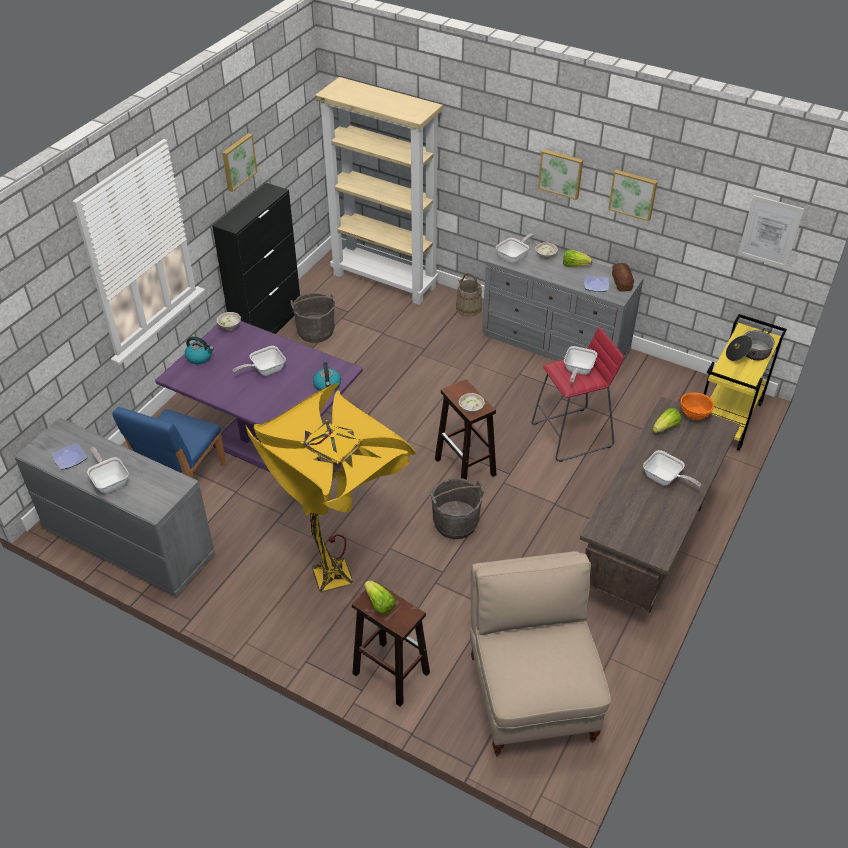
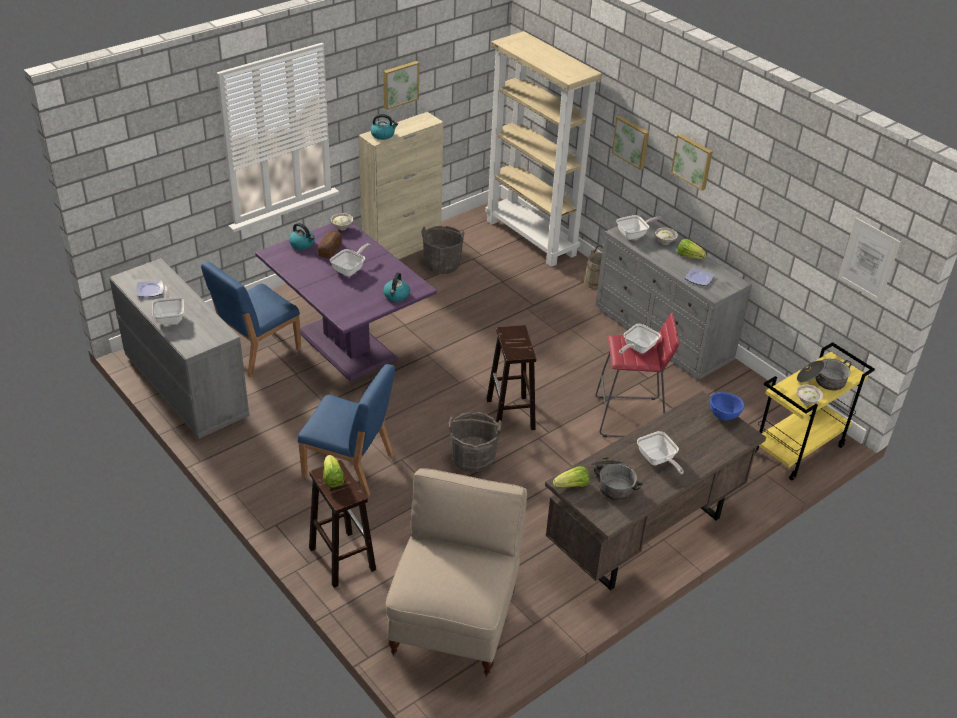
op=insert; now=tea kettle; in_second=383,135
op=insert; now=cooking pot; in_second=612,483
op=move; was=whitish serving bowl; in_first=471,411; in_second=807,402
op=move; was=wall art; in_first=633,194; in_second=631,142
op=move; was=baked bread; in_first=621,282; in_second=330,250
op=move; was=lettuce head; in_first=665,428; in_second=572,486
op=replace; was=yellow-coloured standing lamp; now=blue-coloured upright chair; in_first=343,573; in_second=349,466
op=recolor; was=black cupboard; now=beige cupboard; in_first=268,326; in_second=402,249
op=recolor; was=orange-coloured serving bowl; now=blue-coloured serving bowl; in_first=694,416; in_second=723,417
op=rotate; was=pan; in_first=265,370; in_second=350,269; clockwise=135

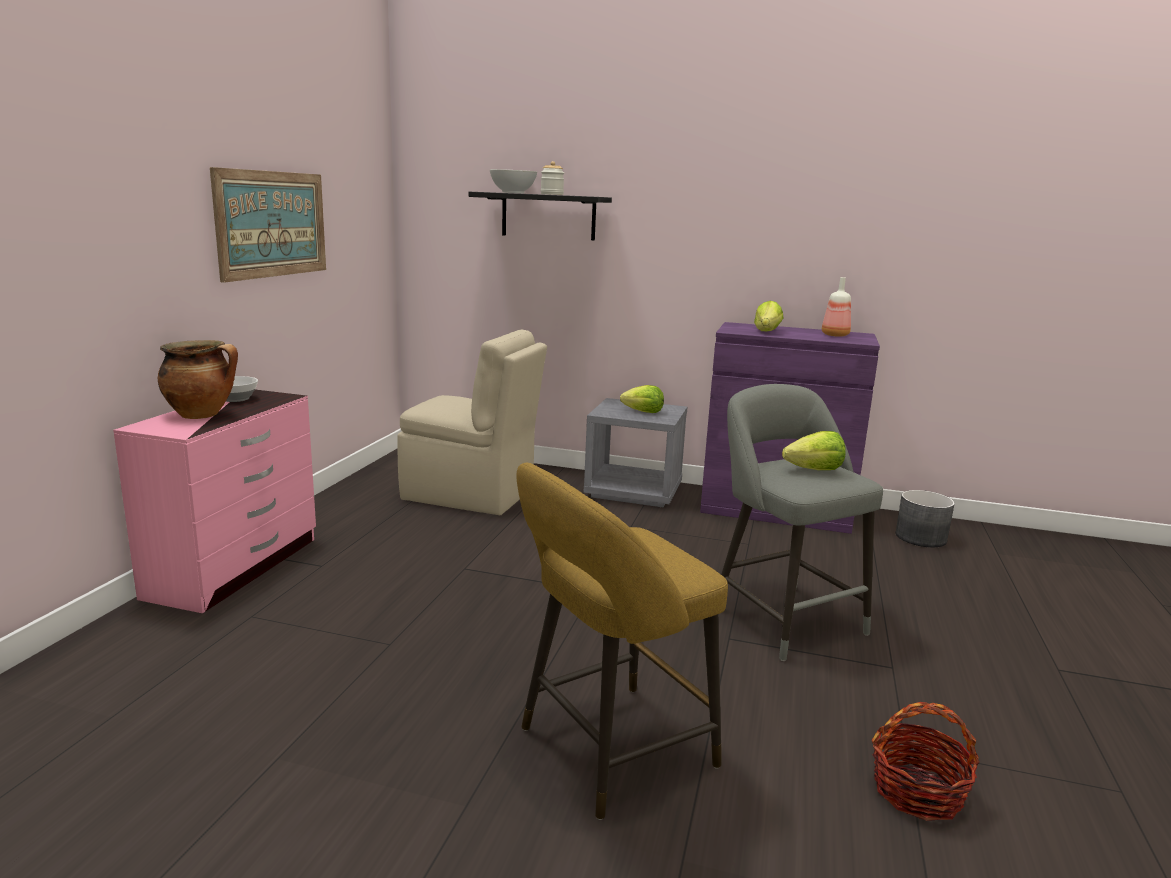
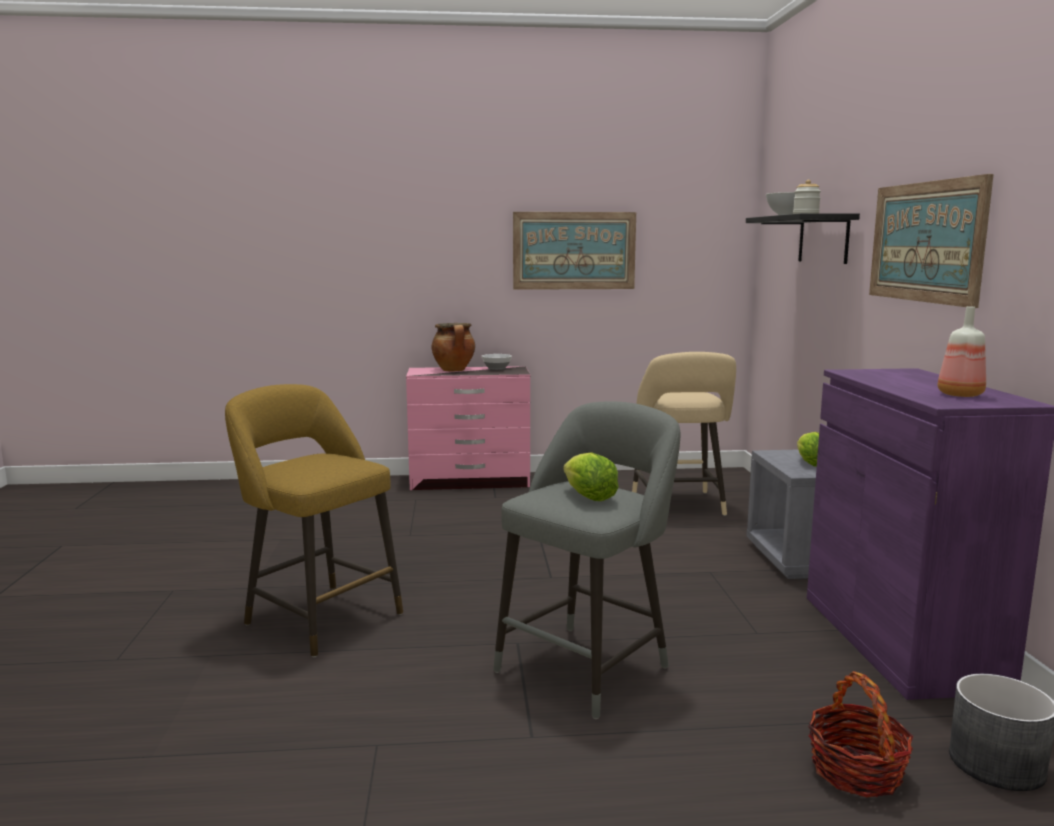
op=delete; was=lettuce head; in_first=766,331
op=insert; now=wall art; in_second=925,242
op=move; was=storage basket; in_first=917,791; in_second=856,771
op=replace; was=beige upright chair; now=beige stool; in_first=471,495; in_second=679,506

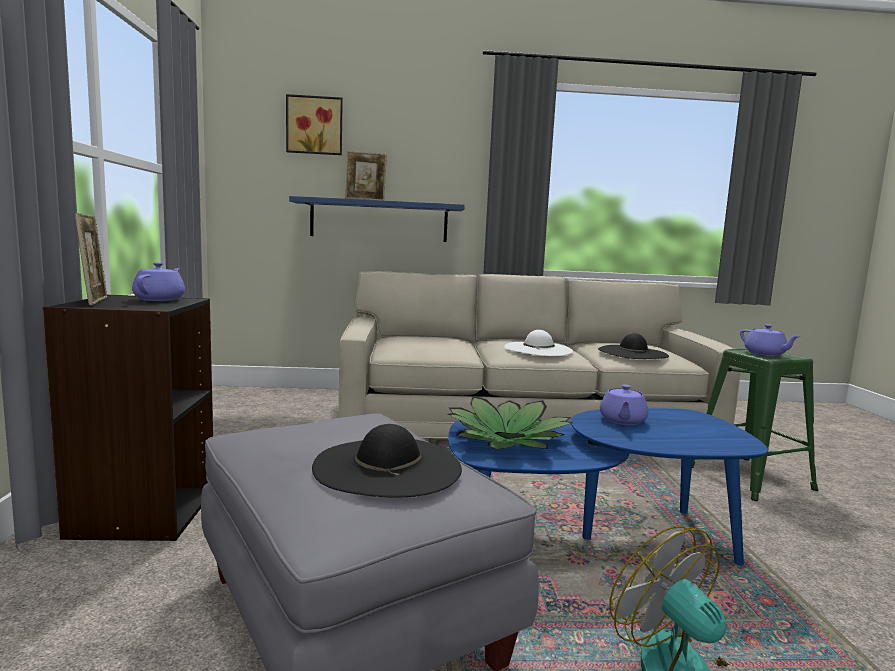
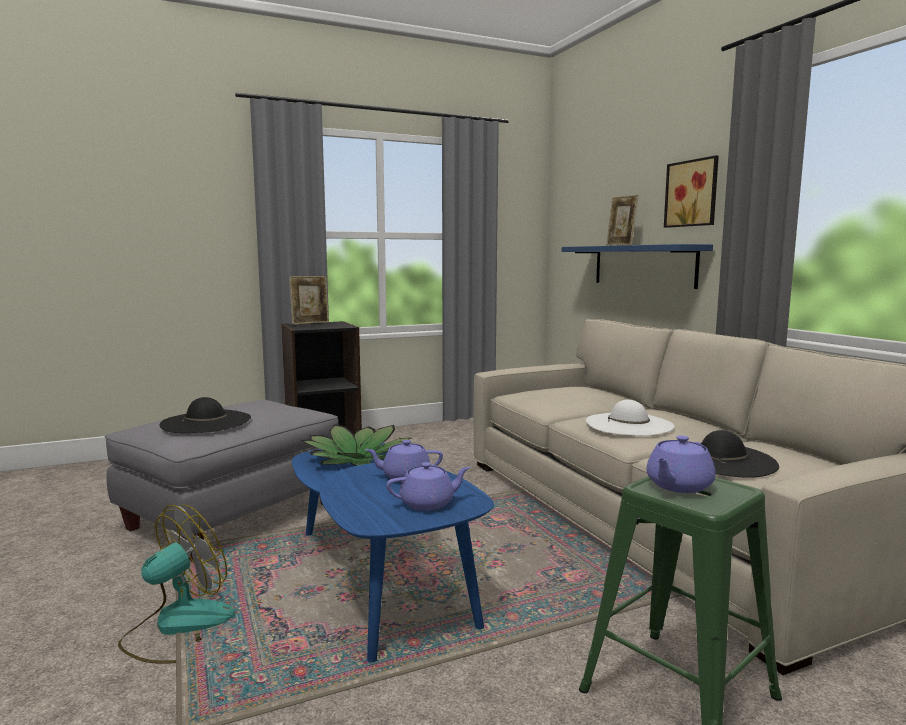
op=move; was=purplish teapot; in_first=160,299; in_second=428,503
op=move; was=wall art; in_first=315,125; in_second=693,193

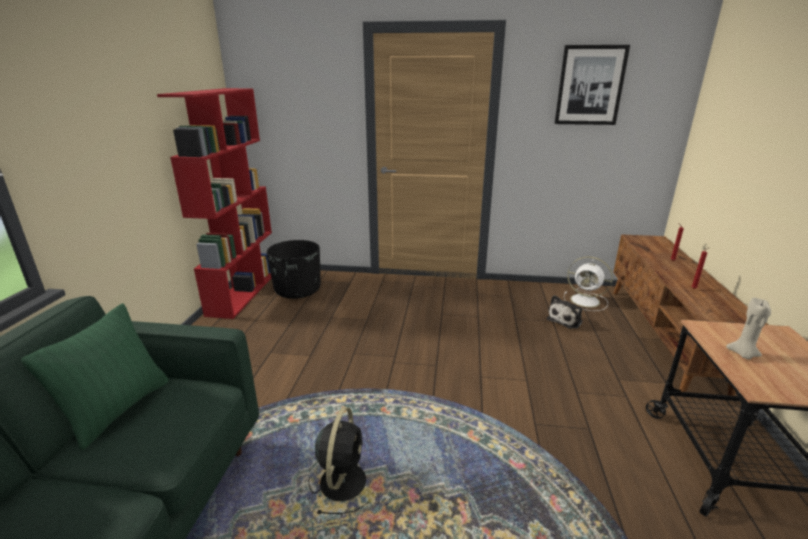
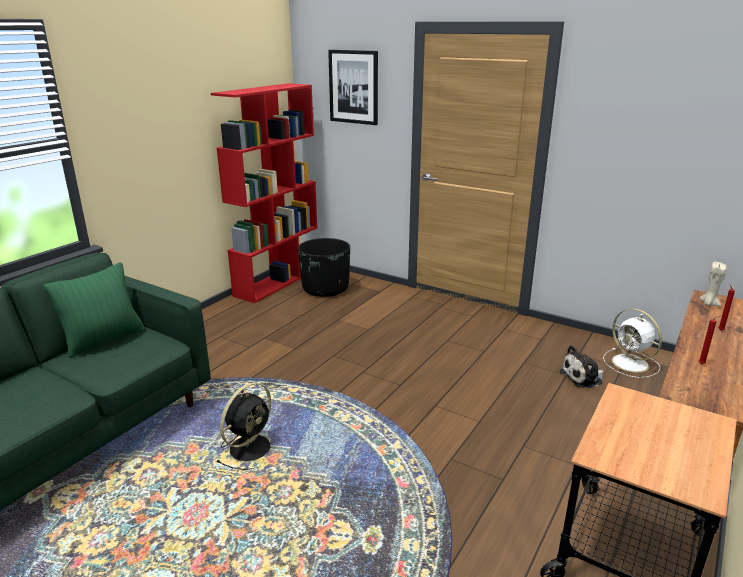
op=move; was=wall art; in_first=590,85; in_second=354,87
op=move; was=beige wax light; in_first=743,354; in_second=709,304

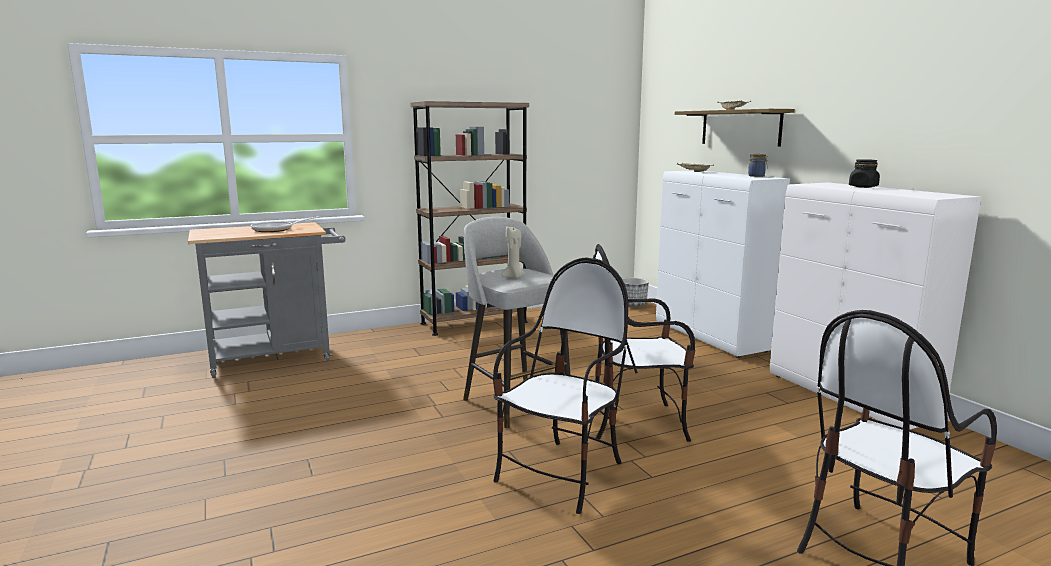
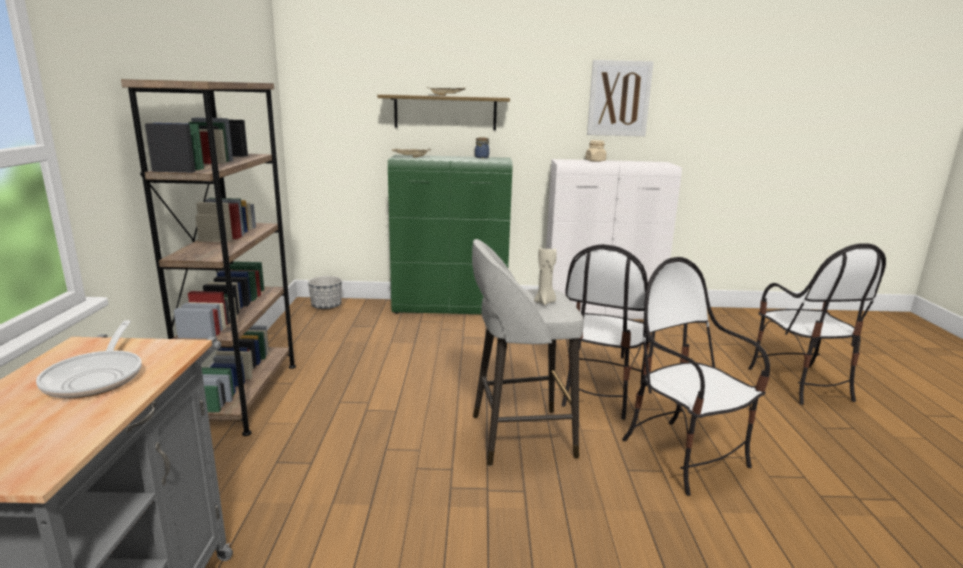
op=insert; now=wall art; in_second=619,98
op=recolor; was=whitish cupboard; now=green-coloured cupboard; in_first=711,337; in_second=451,308
op=recolor; was=black preserve jar; now=beige preserve jar; in_first=863,187; in_second=595,161

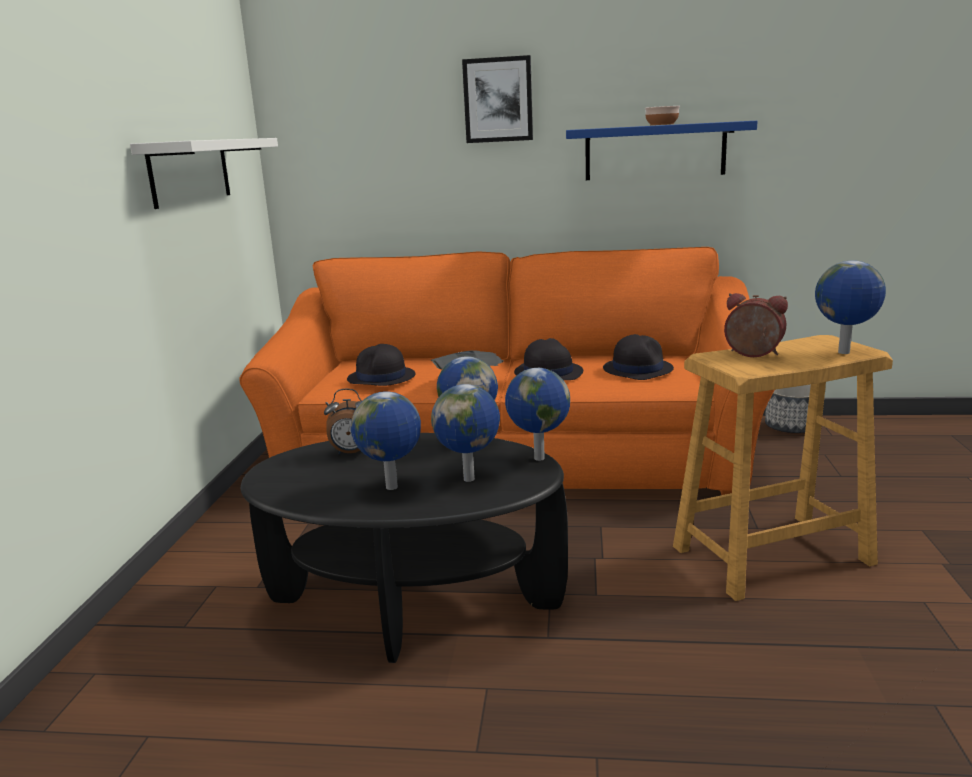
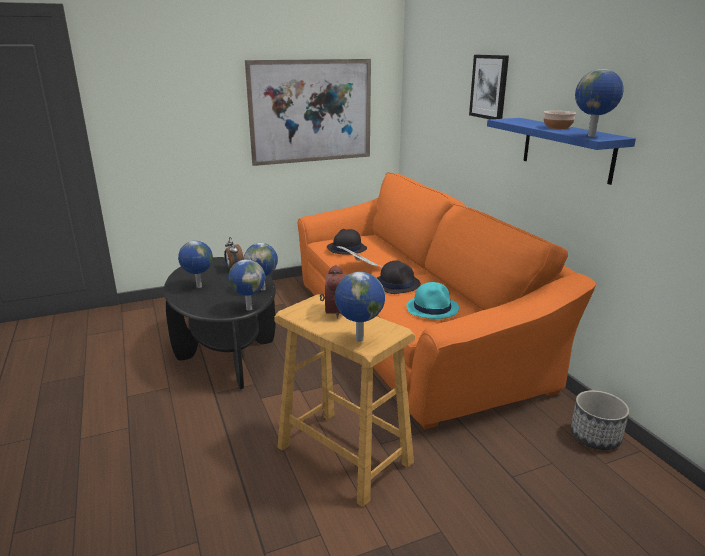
op=move; was=globe; in_first=470,479; in_second=592,136
op=replace; was=whitish wall shelf; now=wall art; in_first=190,171; in_second=311,111
op=recolor; was=black wearable hat; now=turquoise wearable hat; in_first=637,369; in_second=432,308

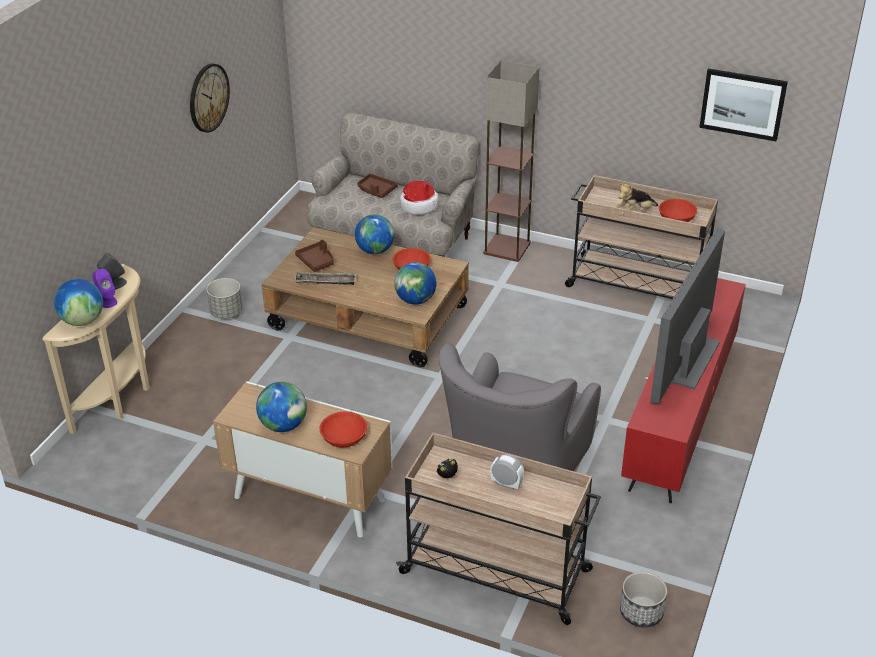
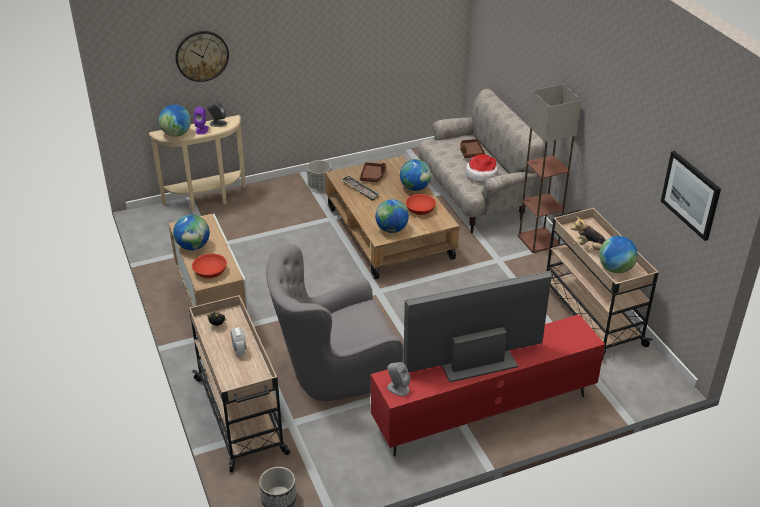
op=insert; now=gray speaker; in_second=398,388
op=move; was=hanging clock; in_first=208,97; in_second=202,56
op=replace; was=red serving bowl; now=globe; in_first=676,217; in_second=615,269

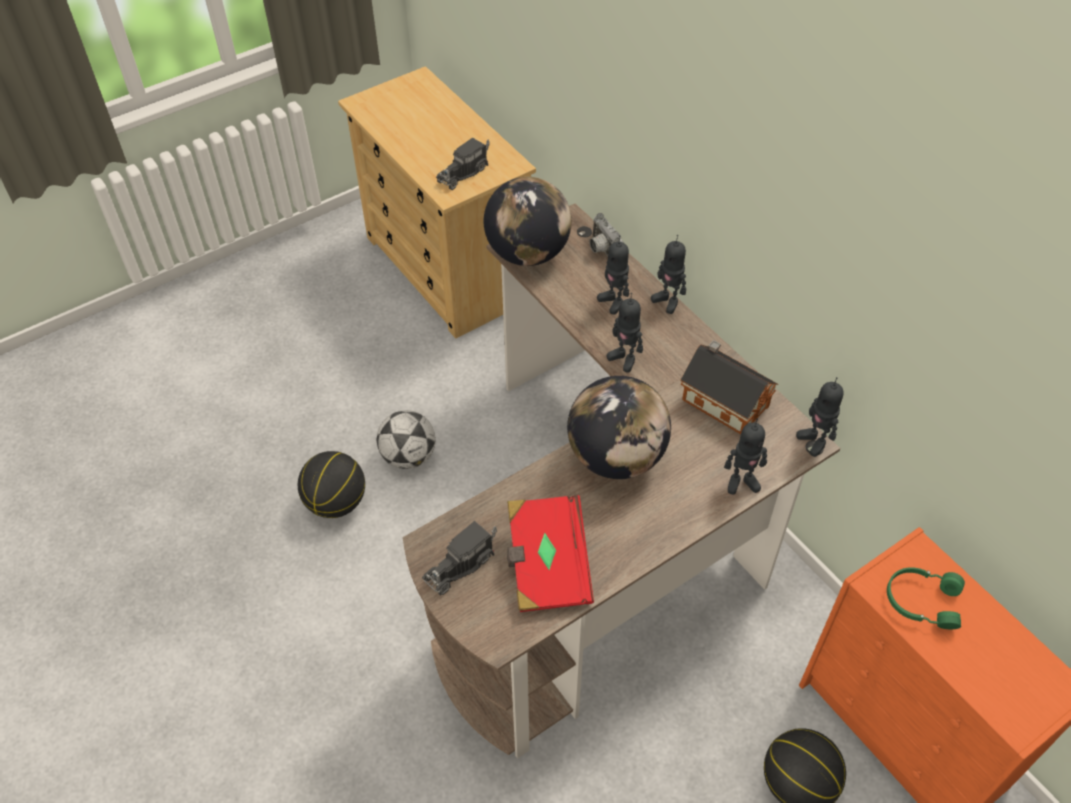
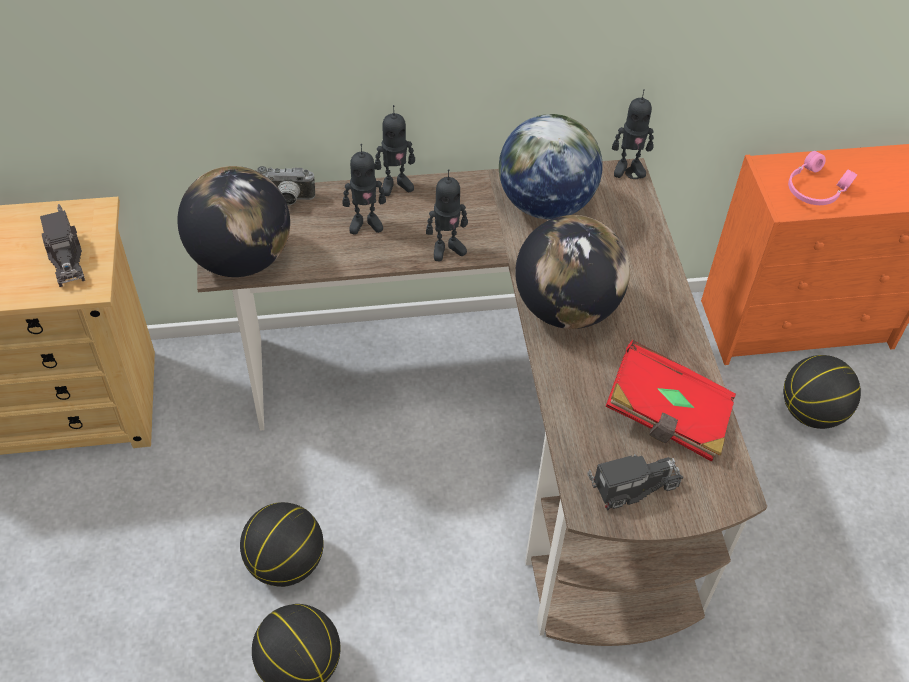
op=delete; was=robot figure; in_first=741,482
op=replace; was=ball for football; now=basketball; in_first=408,456; in_second=285,563
op=replace; was=model house; now=globe; in_first=722,400; in_second=545,204
op=recolor; was=green-coloured headphones; now=pinkish headphones; in_first=921,600; in_second=815,189
op=rotate; was=model truck; in_first=461,564; in_second=631,487; clockwise=-90

